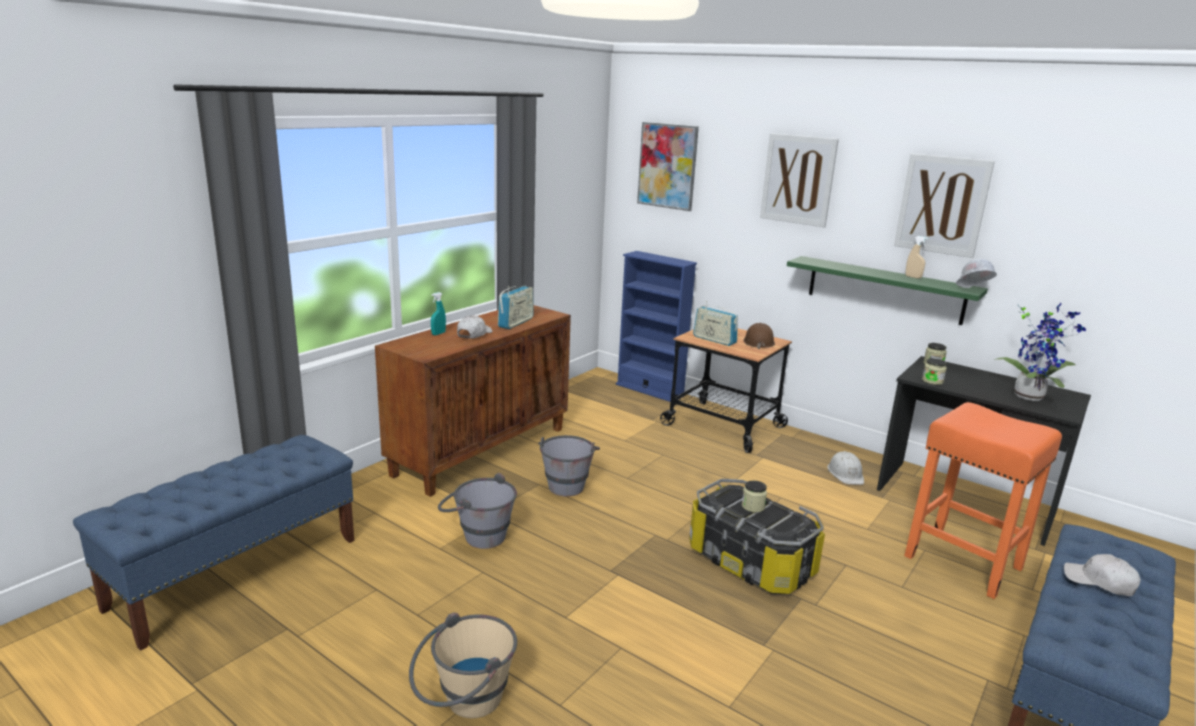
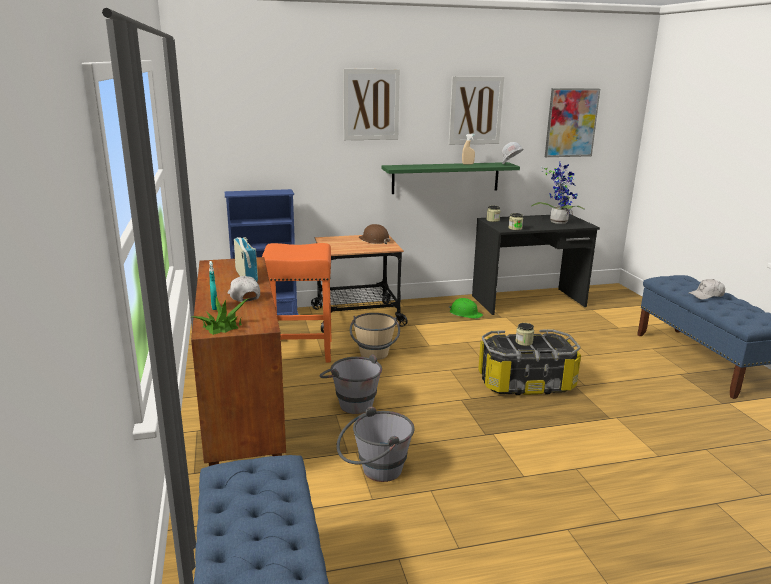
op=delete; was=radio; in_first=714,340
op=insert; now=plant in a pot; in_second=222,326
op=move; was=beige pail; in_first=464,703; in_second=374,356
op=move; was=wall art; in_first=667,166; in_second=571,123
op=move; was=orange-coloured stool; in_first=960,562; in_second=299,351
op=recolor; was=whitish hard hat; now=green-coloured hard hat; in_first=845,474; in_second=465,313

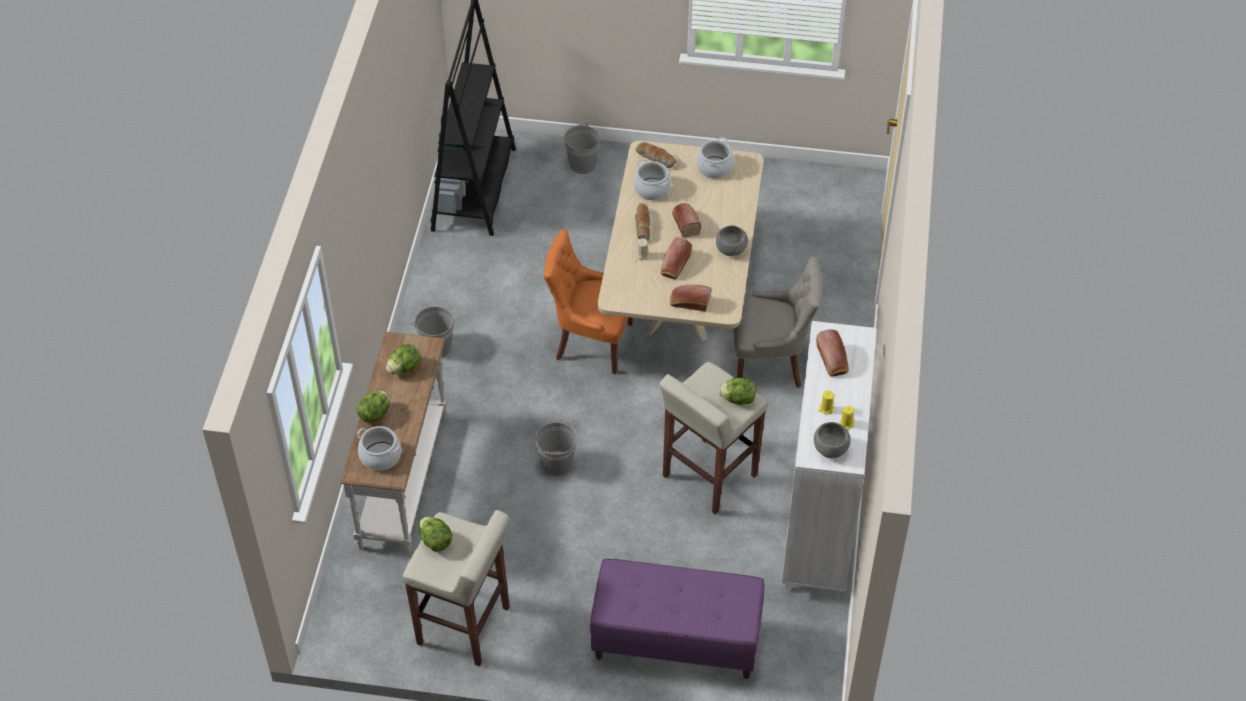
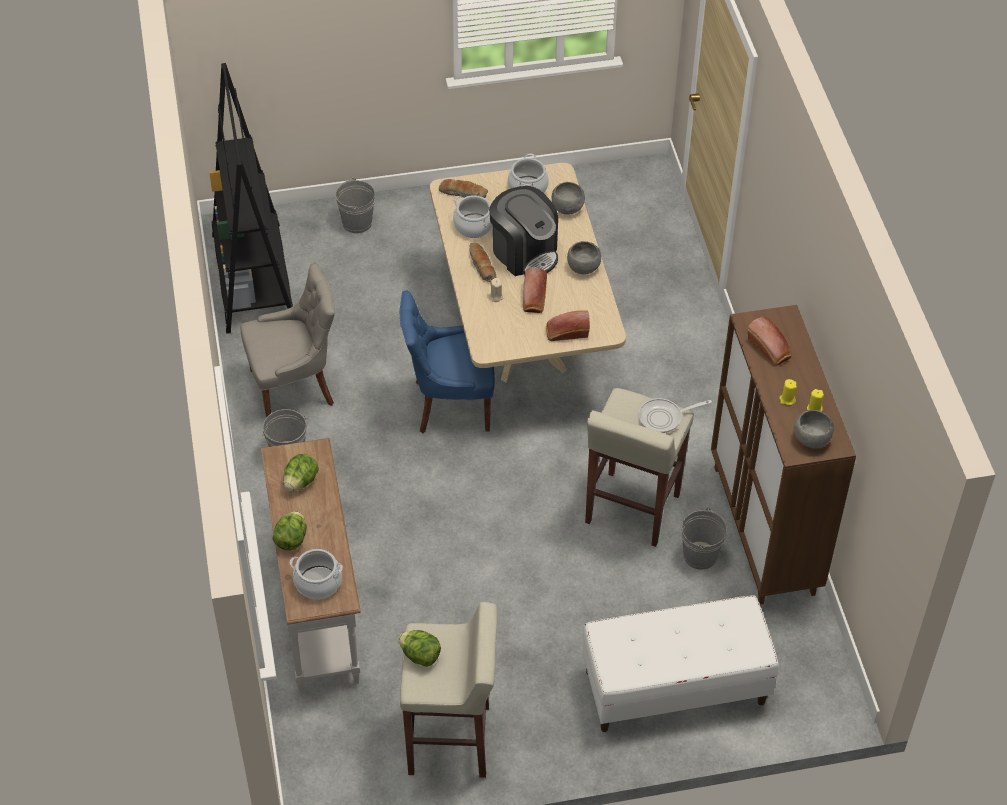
op=insert; now=gray serving bowl; in_second=568,208
op=move; was=gray pail; in_first=557,463; in_second=700,555
op=move; was=gray upright chair; in_first=770,362; in_second=294,387
op=replace; was=baked bread; now=coffee maker; in_first=685,223; in_second=524,252
op=replace; was=lettuce head; now=pan; in_first=738,399; in_second=664,418
op=recolor; was=orange-coloured upright chair; now=blue-coloured upright chair; in_first=591,342; in_second=449,404
op=recolor; was=purplish long seat; now=whitish long seat; in_first=676,640; in_second=674,687
op=recolor; was=whitish cupboard; now=brown-coloured cupboard; in_first=819,528; in_second=764,530

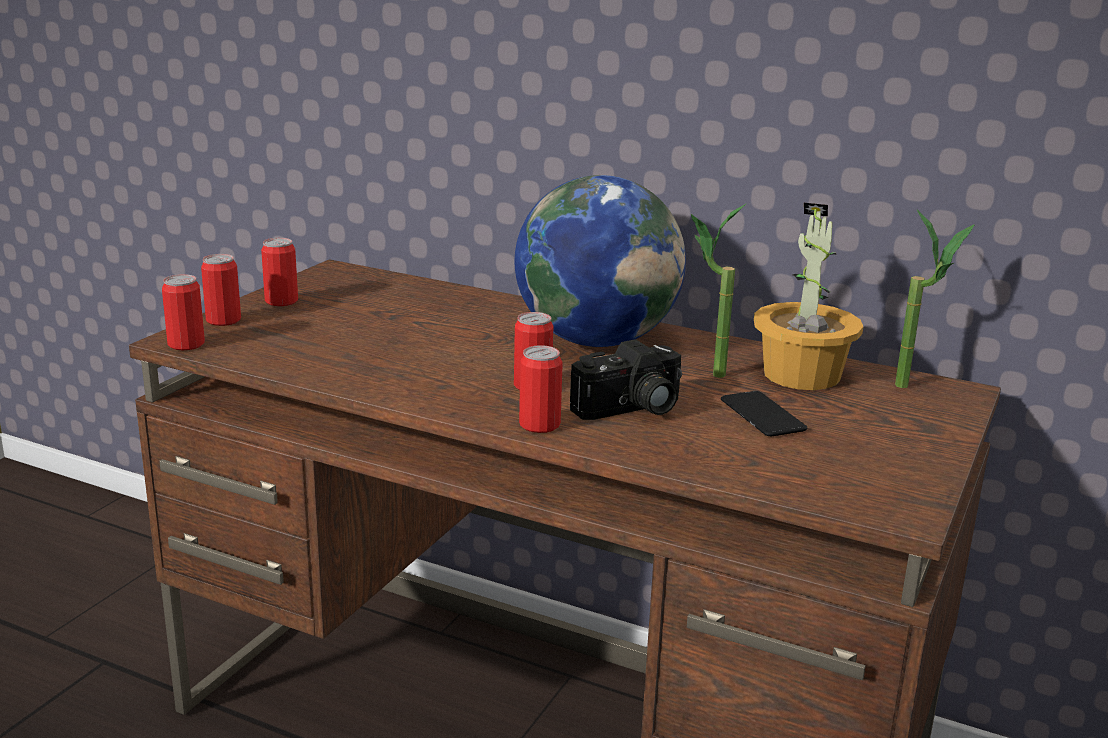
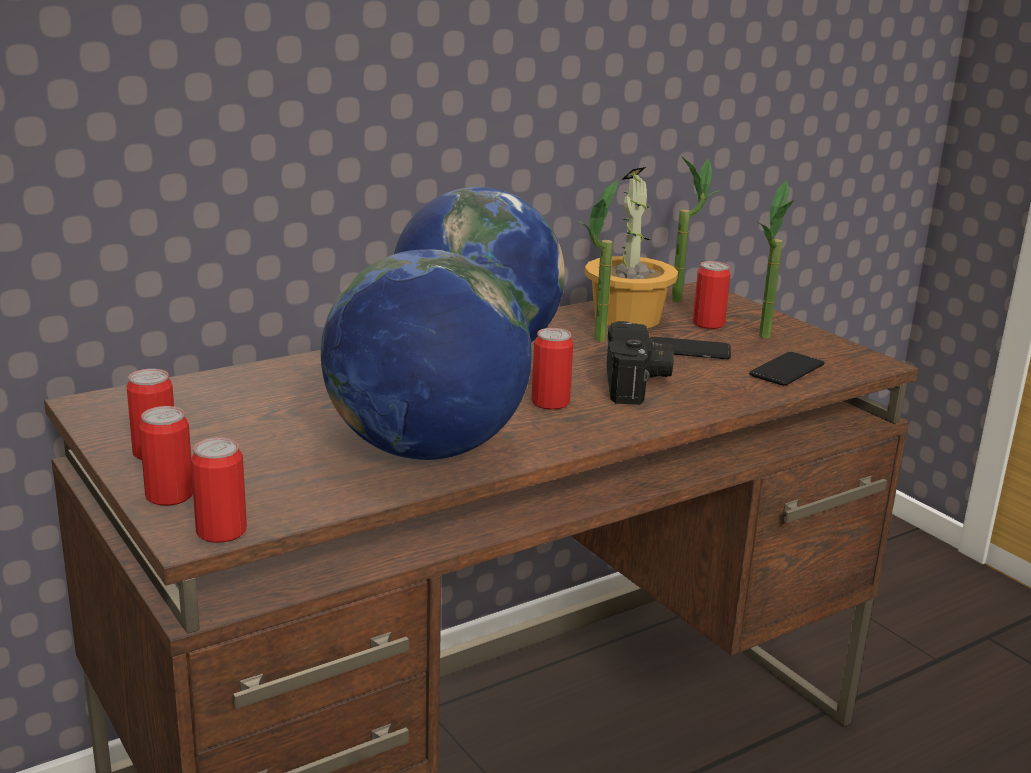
op=insert; now=globe; in_second=425,449
op=insert; now=handset; in_second=786,370
op=insert; now=plant in a pot; in_second=764,340
op=move; was=can; in_first=539,425; in_second=708,324

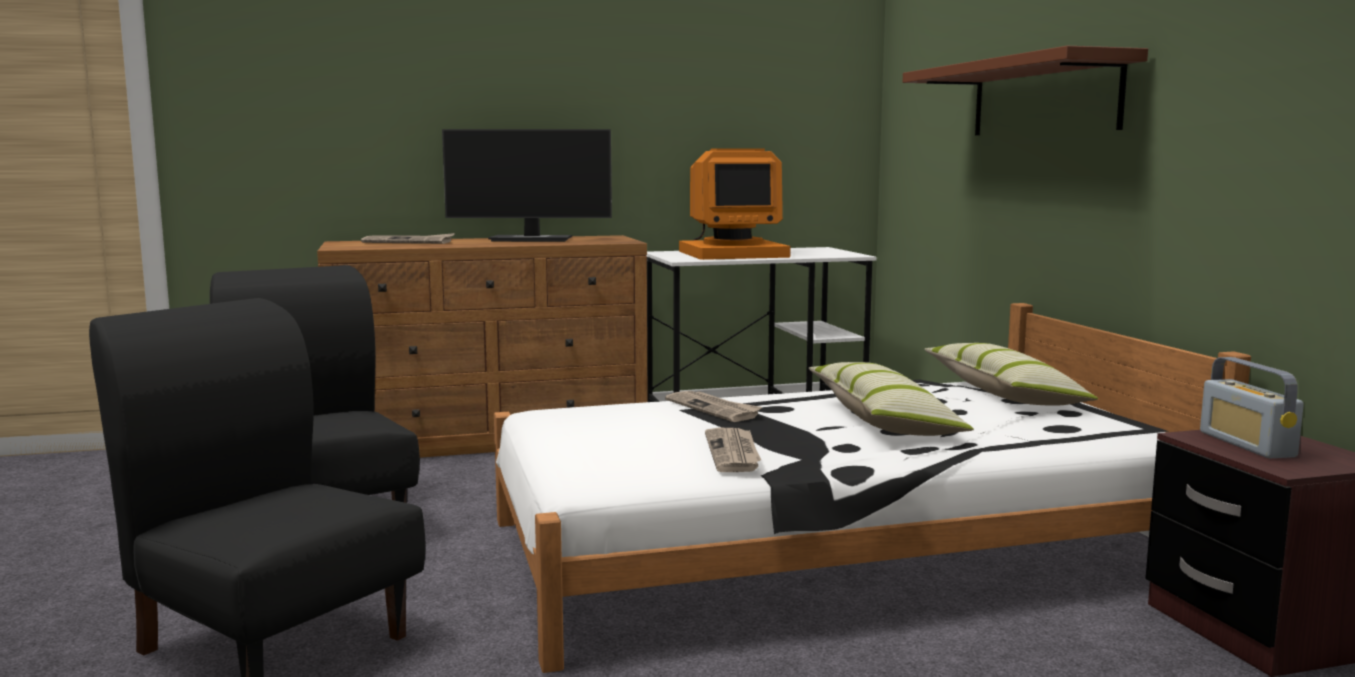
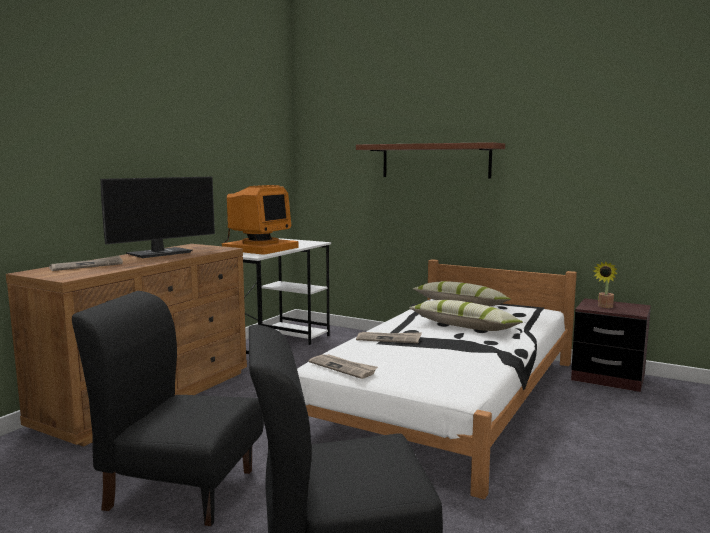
op=move; was=daily paper; in_first=734,453; in_second=343,368
op=replace; was=radio; now=plant in a pot; in_first=1246,444; in_second=604,307

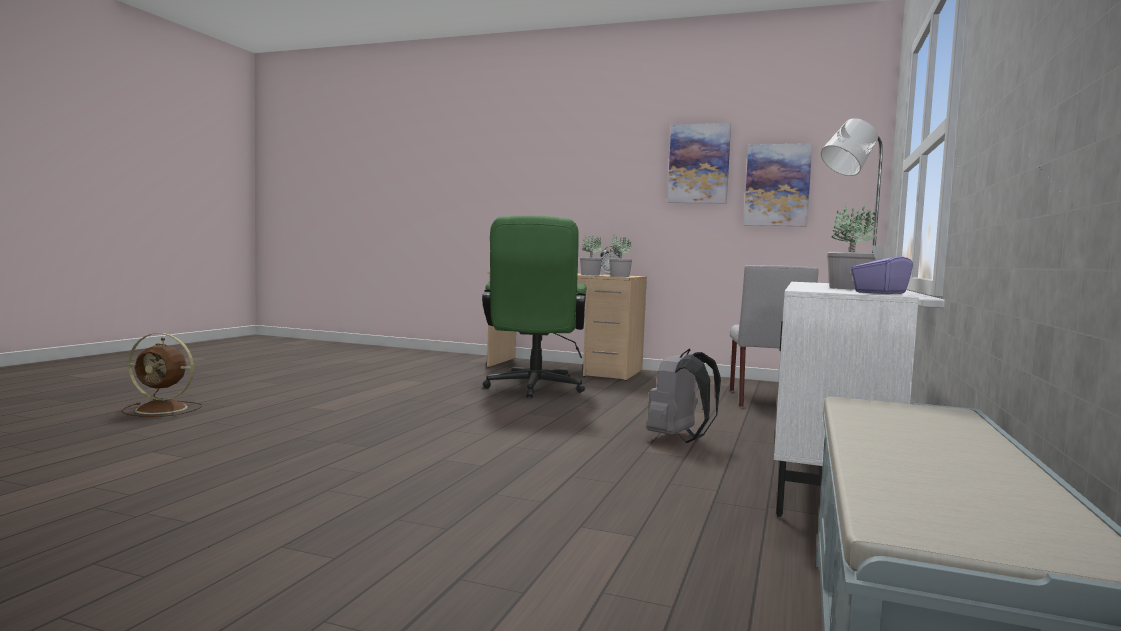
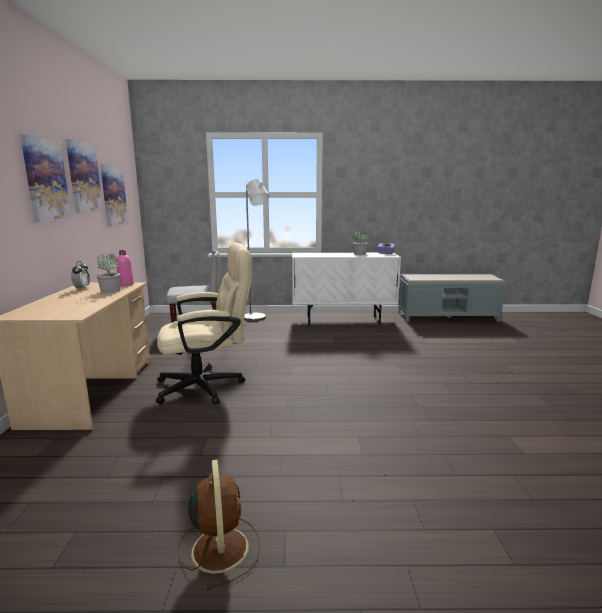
op=delete; was=gray rucksack; in_first=678,438
op=insert; now=wall art; in_second=45,180
op=move; was=brown-coloured fan; in_first=163,409; in_second=219,547
op=replace; was=plant in a pot; now=pinkish drink bottle; in_first=619,276; in_second=126,284
op=recolor; was=green-coloured office chair; now=beige office chair; in_first=533,389; in_second=208,386

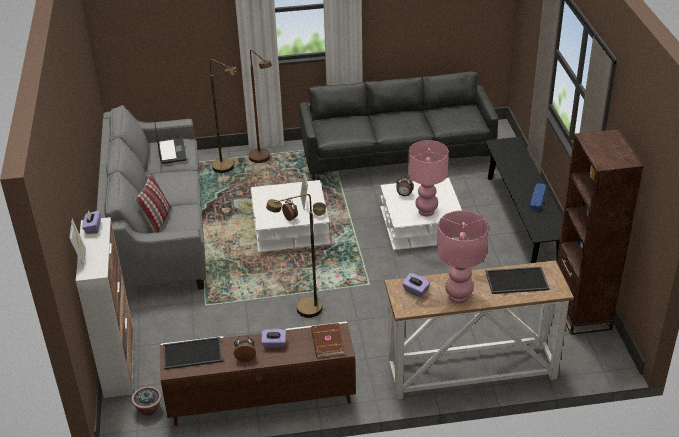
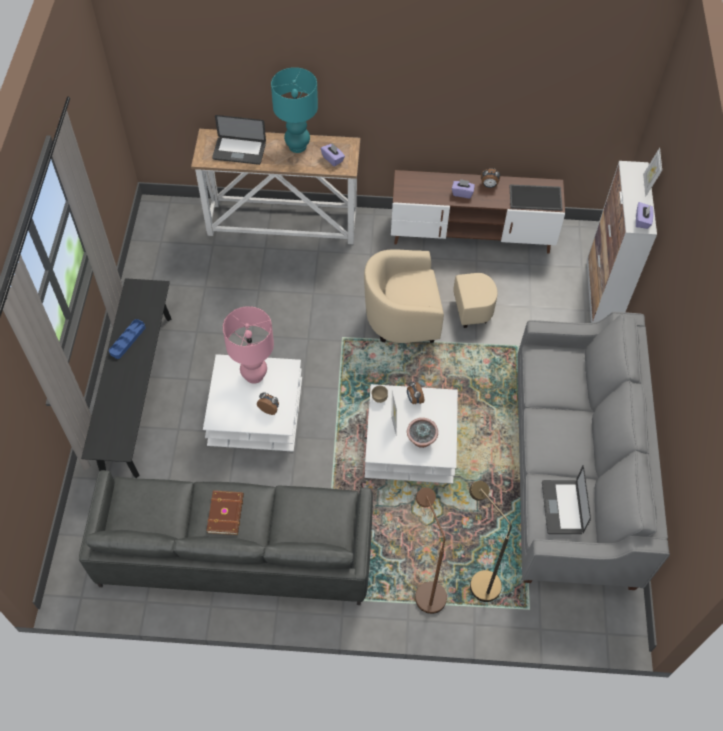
op=delete; was=cushion; in_first=157,220
op=delete; was=brown-coloured shelving unit; in_first=581,311
op=move; was=plant in a pot; in_first=148,409; in_second=421,440
op=move; was=brown-coloured bound book; in_first=326,342; in_second=226,513
op=replace; was=brown-coloured standing lamp; now=beige lounge chair; in_first=302,311; in_second=419,317
op=replace; was=tray; now=laptop; in_first=516,281; in_second=239,151
op=recolor; was=pinkish table lamp; now=turquoise table lamp; in_first=458,296; in_second=297,146

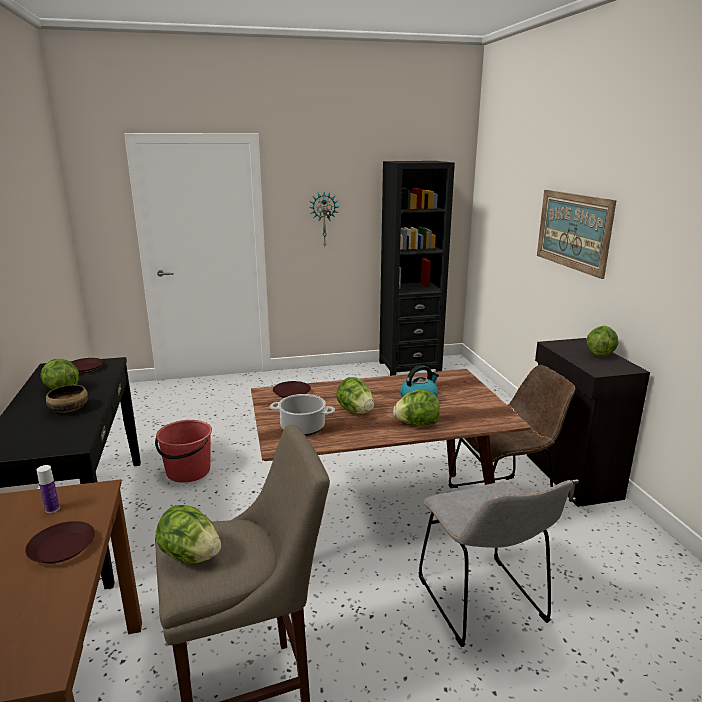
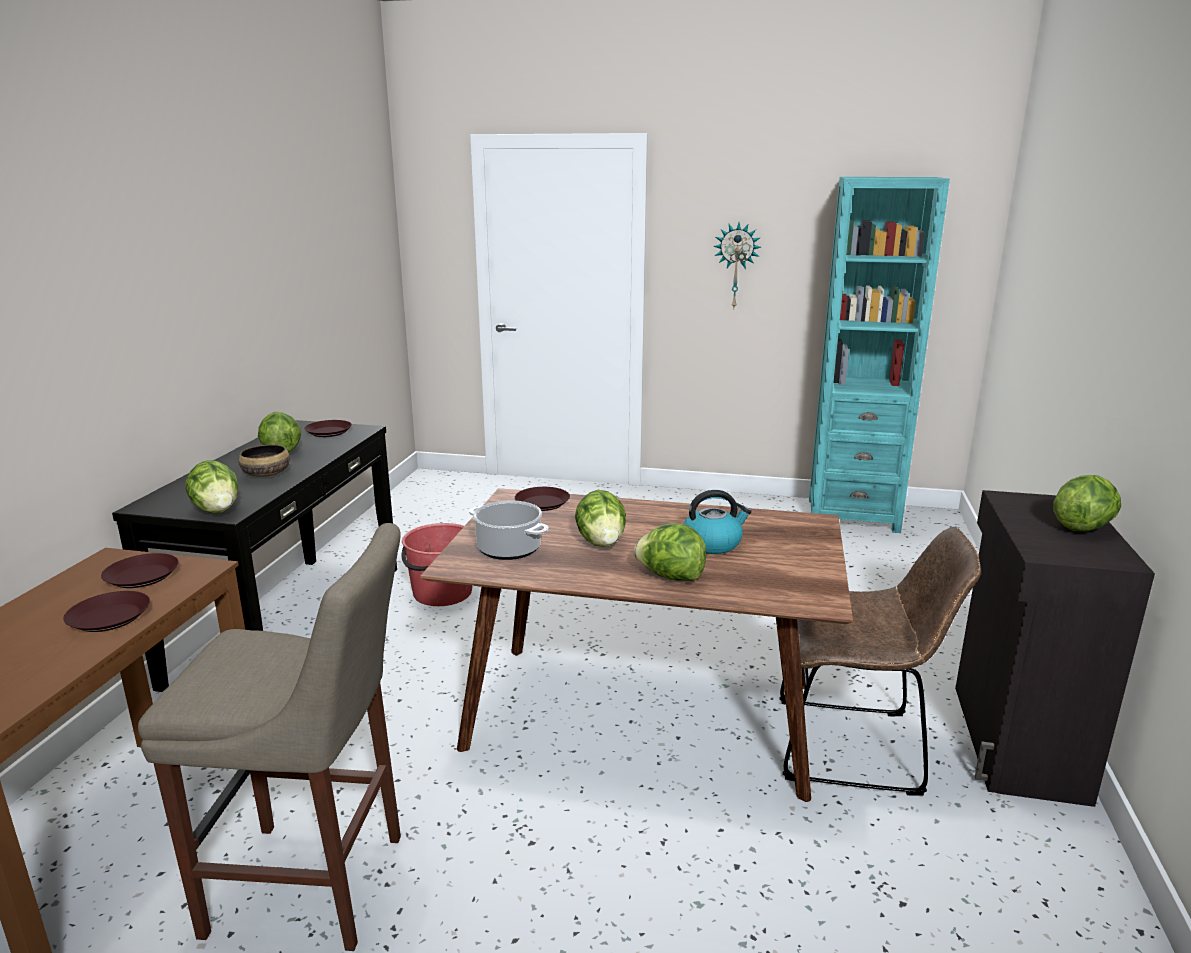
op=delete; was=gray upright chair; in_first=484,604
op=delete; was=wall art; in_first=573,231
op=move; was=lettuce head; in_first=190,556; in_second=217,510
op=replace; was=drink bottle; now=brown-coloured plate; in_first=52,509; in_second=142,576
op=recolor; was=black shelving unit; now=turquoise shelving unit; in_first=409,367; in_second=852,515

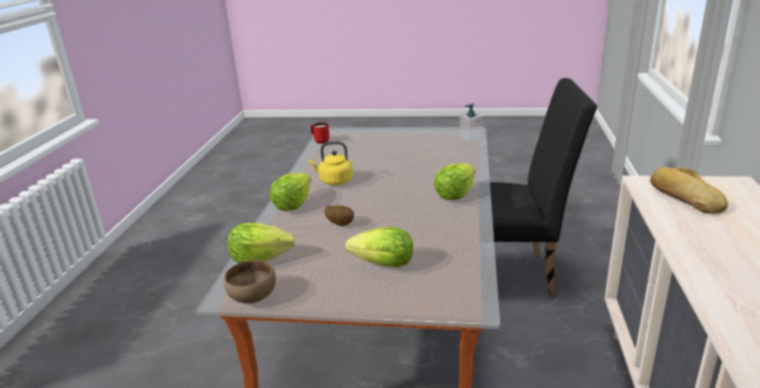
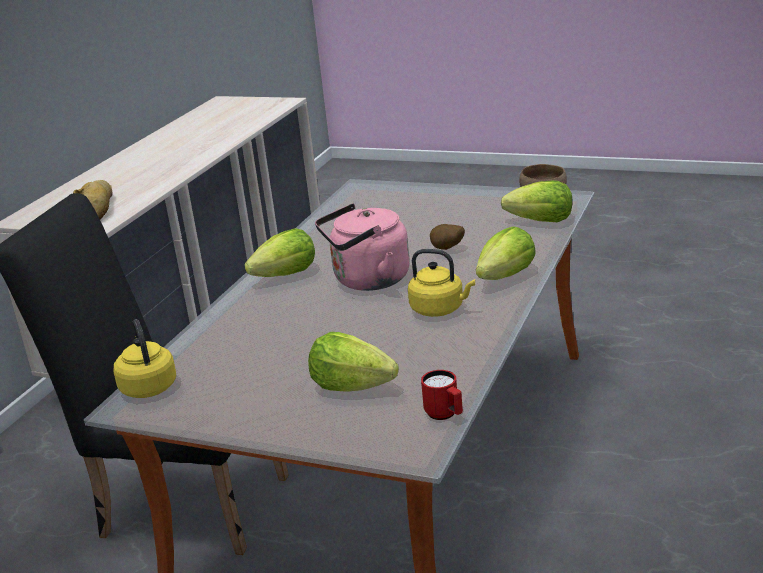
op=insert; now=pinkish tea kettle; in_second=367,281
op=move; was=lettuce head; in_first=384,264; in_second=352,386
op=replace; was=liquid soap bottle; now=yellow-coloured tea kettle; in_first=470,137; in_second=148,386

